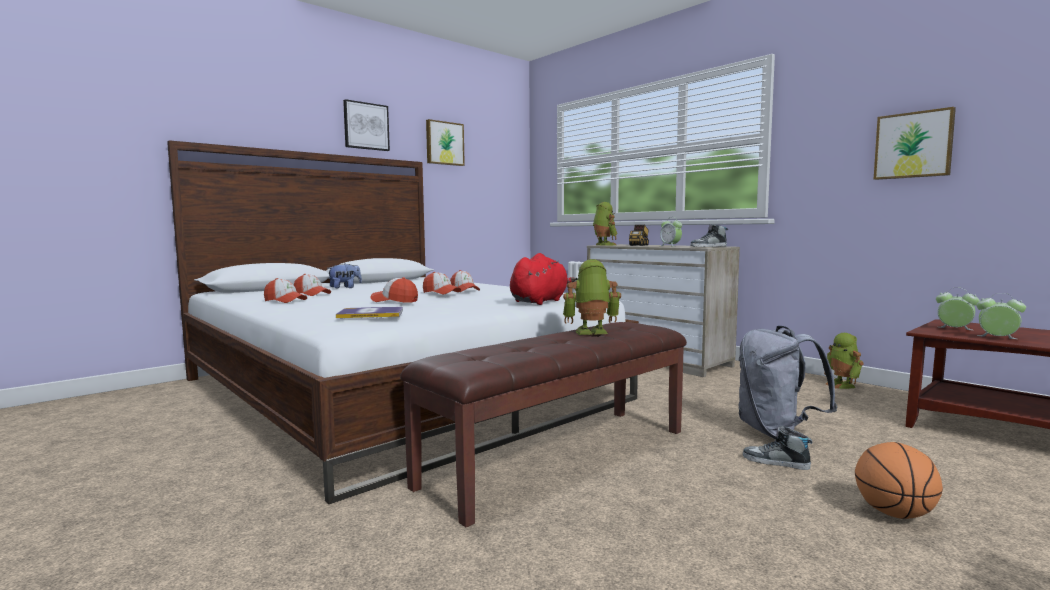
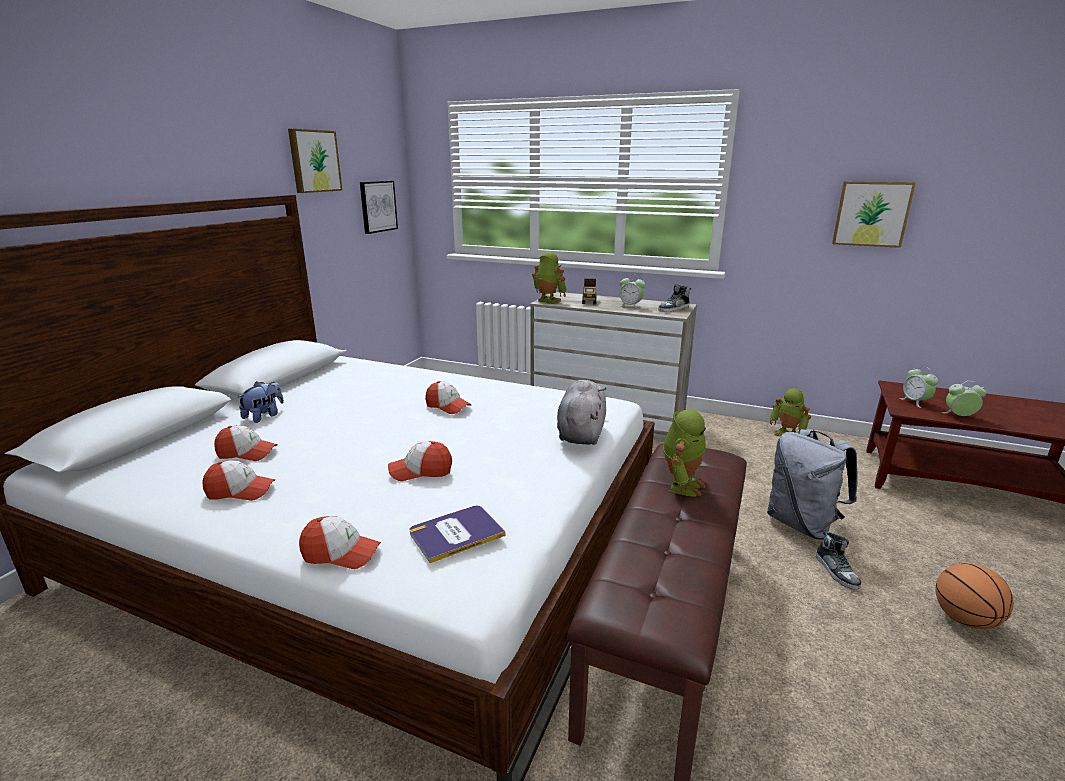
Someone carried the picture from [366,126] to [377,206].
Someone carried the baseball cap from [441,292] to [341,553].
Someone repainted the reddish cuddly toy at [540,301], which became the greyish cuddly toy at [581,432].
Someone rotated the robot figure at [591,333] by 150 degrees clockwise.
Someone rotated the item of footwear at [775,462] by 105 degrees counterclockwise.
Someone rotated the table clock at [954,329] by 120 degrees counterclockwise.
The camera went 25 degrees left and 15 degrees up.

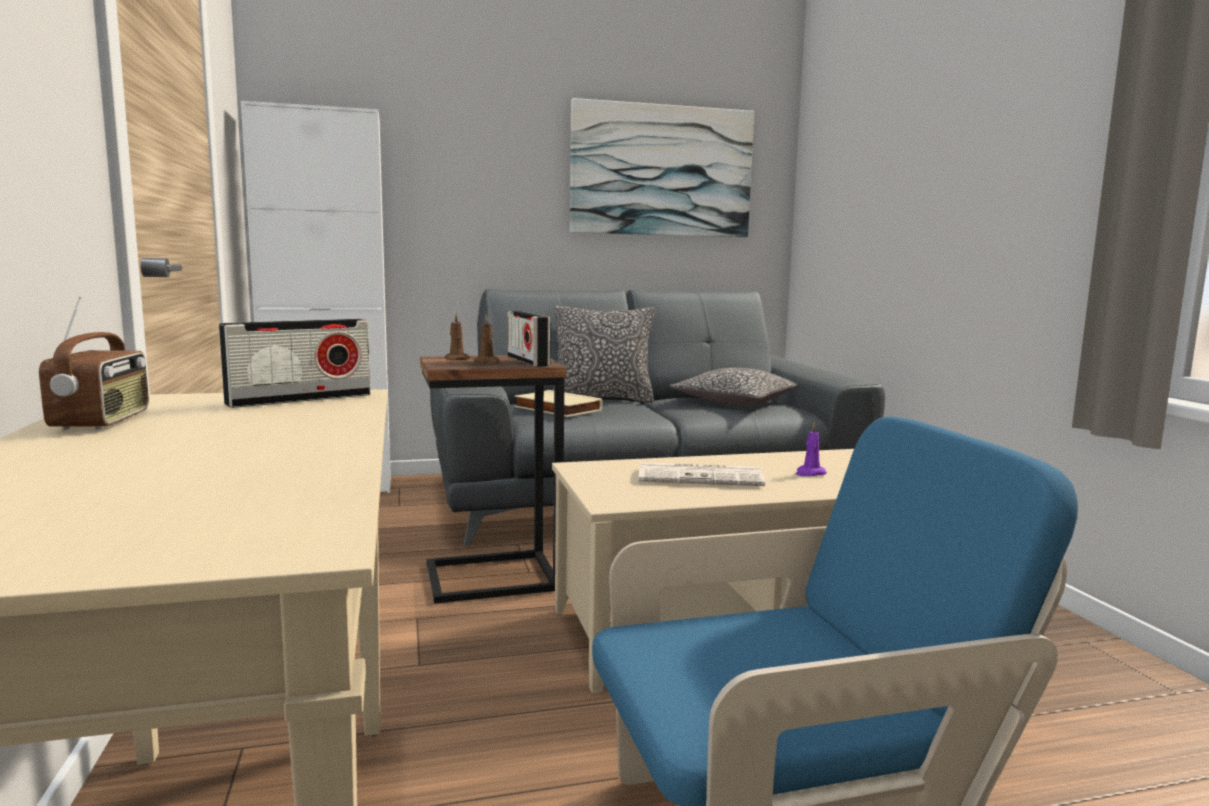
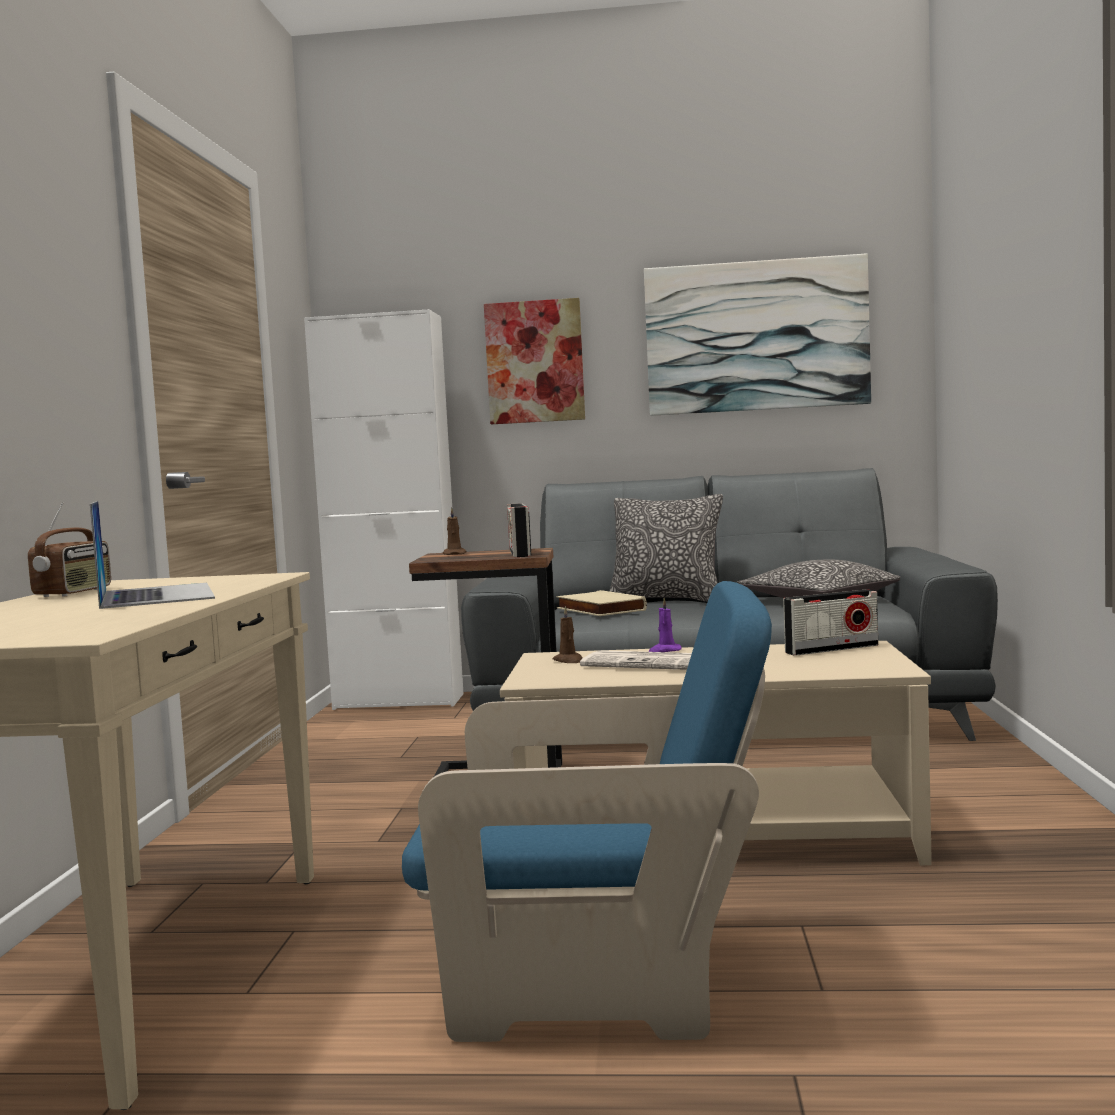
Someone carried the radio from [300,399] to [831,649].
Someone carried the brown-coloured candle from [487,362] to [568,661].
Someone carried the purplish candle from [809,473] to [664,651].
Someone put down the portable computer at [156,595].
Someone put up the picture at [535,362].
The camera went 20 degrees right and 5 degrees down.

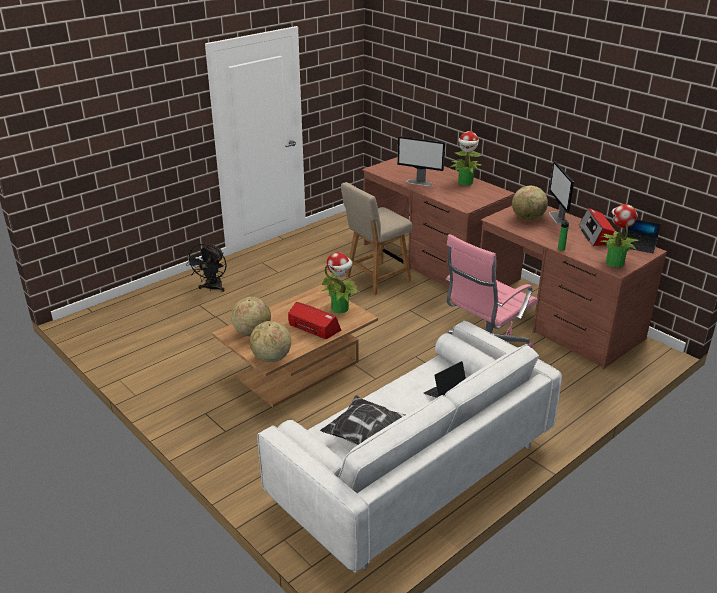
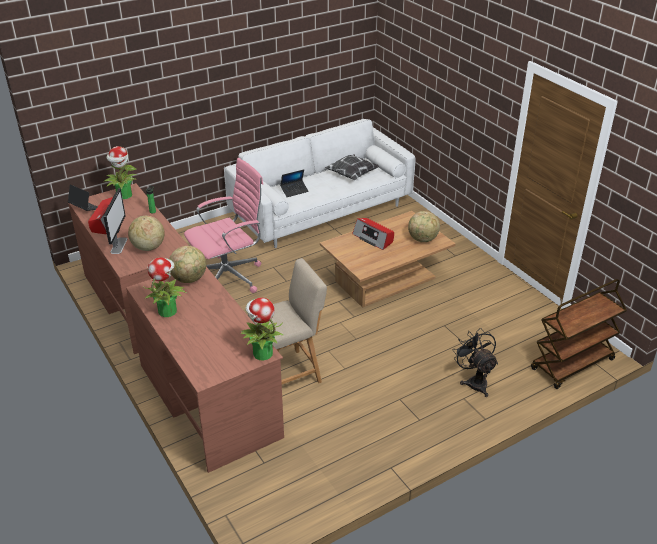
Someone rotated the blackish cooling fan at [212,288] by 45 degrees counterclockwise.
Someone carried the desk globe from [271,358] to [189,279].
Someone carried the plant in a pot from [340,308] to [262,353].
Someone took away the monitor at [419,183].
Someone put down the brown-coloured wheeled cart at [572,365].
The camera went 170 degrees left and 5 degrees up.

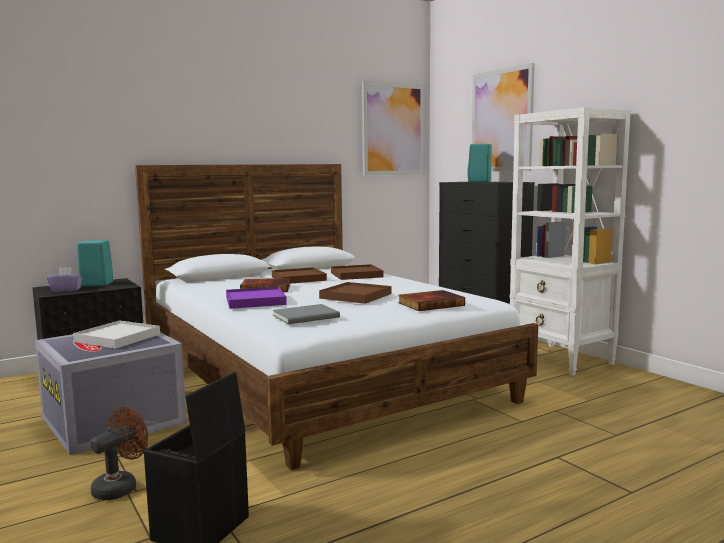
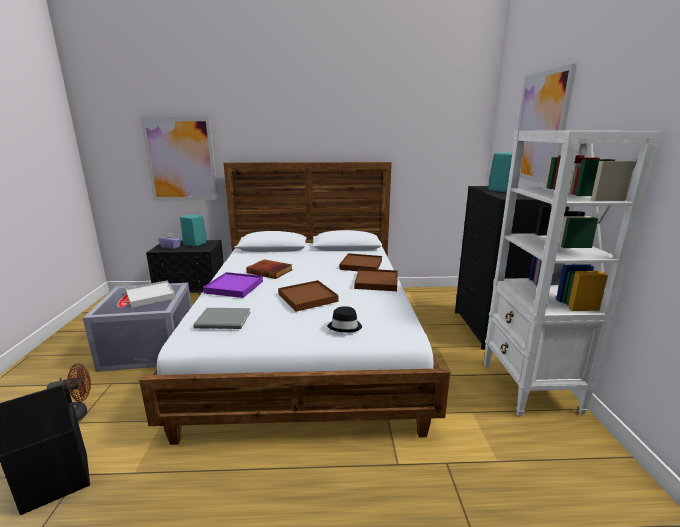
Someone carried the brown-coloured tray from [298,278] to [376,282].
Someone carried the picture from [393,129] to [181,160].
Someone swapped the volume at [431,304] for the blackish hat at [345,326].
The camera went 30 degrees right and 10 degrees up.

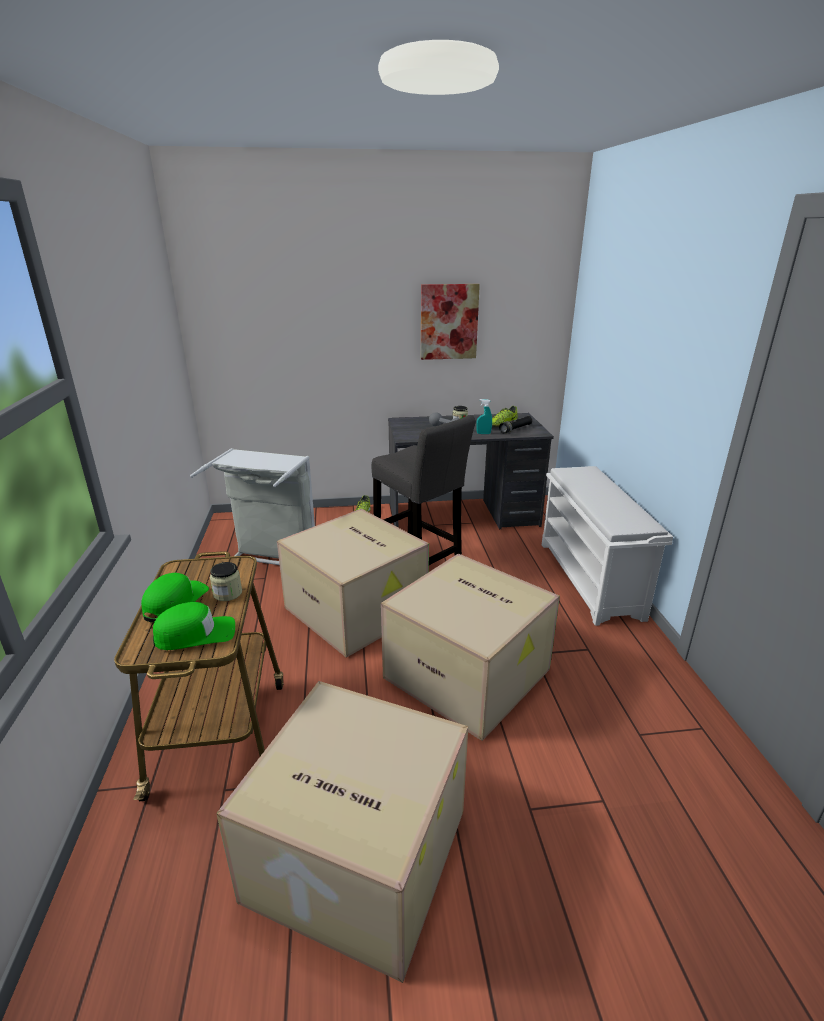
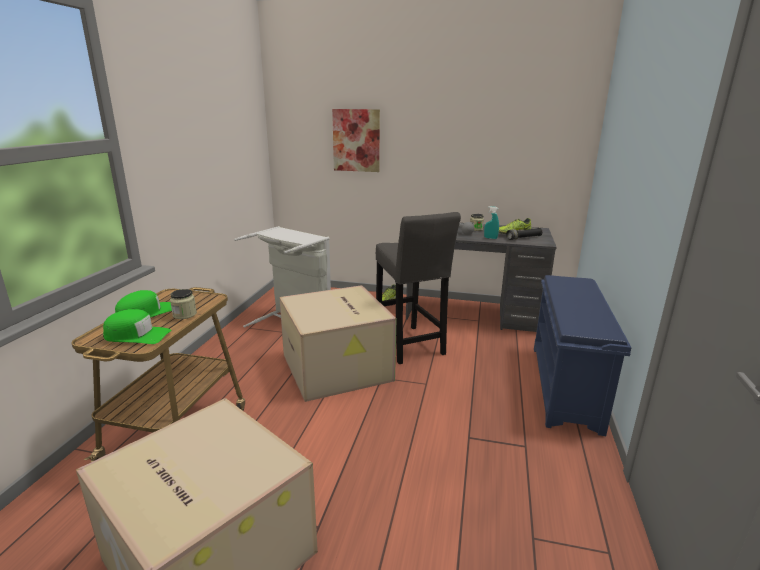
Someone took away the packing box at [469,673].
Someone carried the picture from [449,322] to [356,140].
Someone repainted the white-coloured shoe stand at [590,579], which became the bluish shoe stand at [566,387].
The camera went 20 degrees right and 5 degrees down.

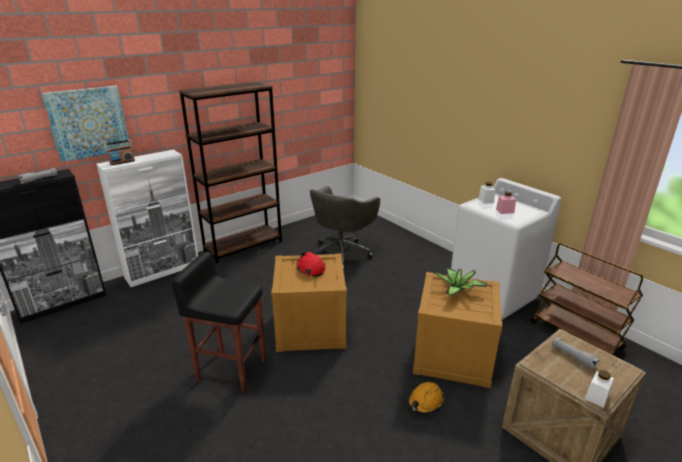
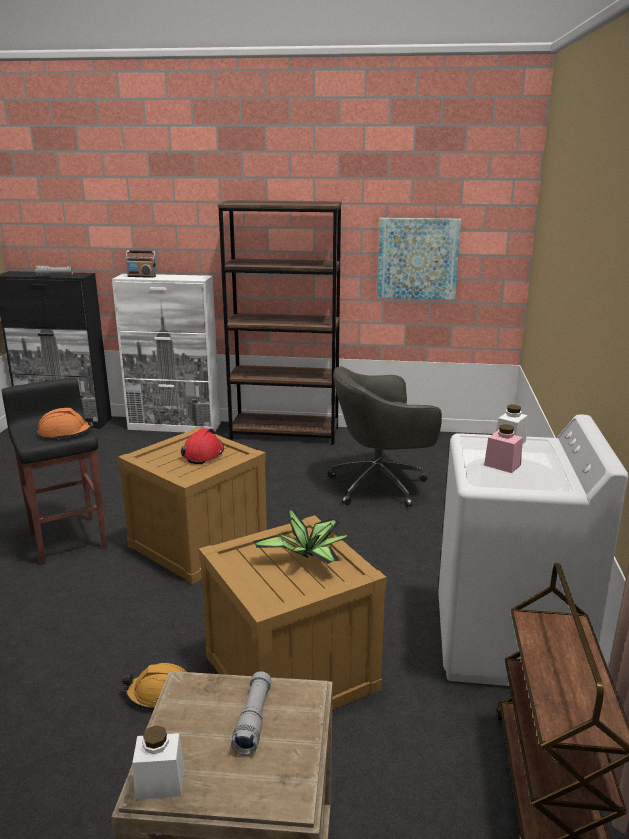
Someone carried the picture from [88,123] to [417,258].
Someone put down the orangey hard hat at [65,433].
The camera went 45 degrees right and 5 degrees down.

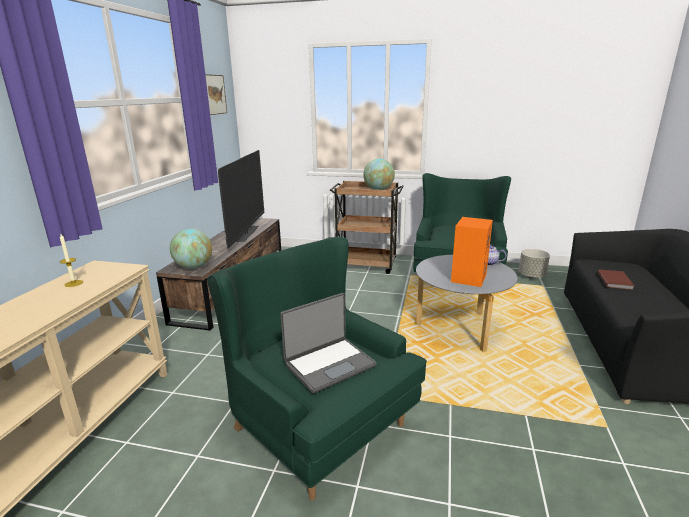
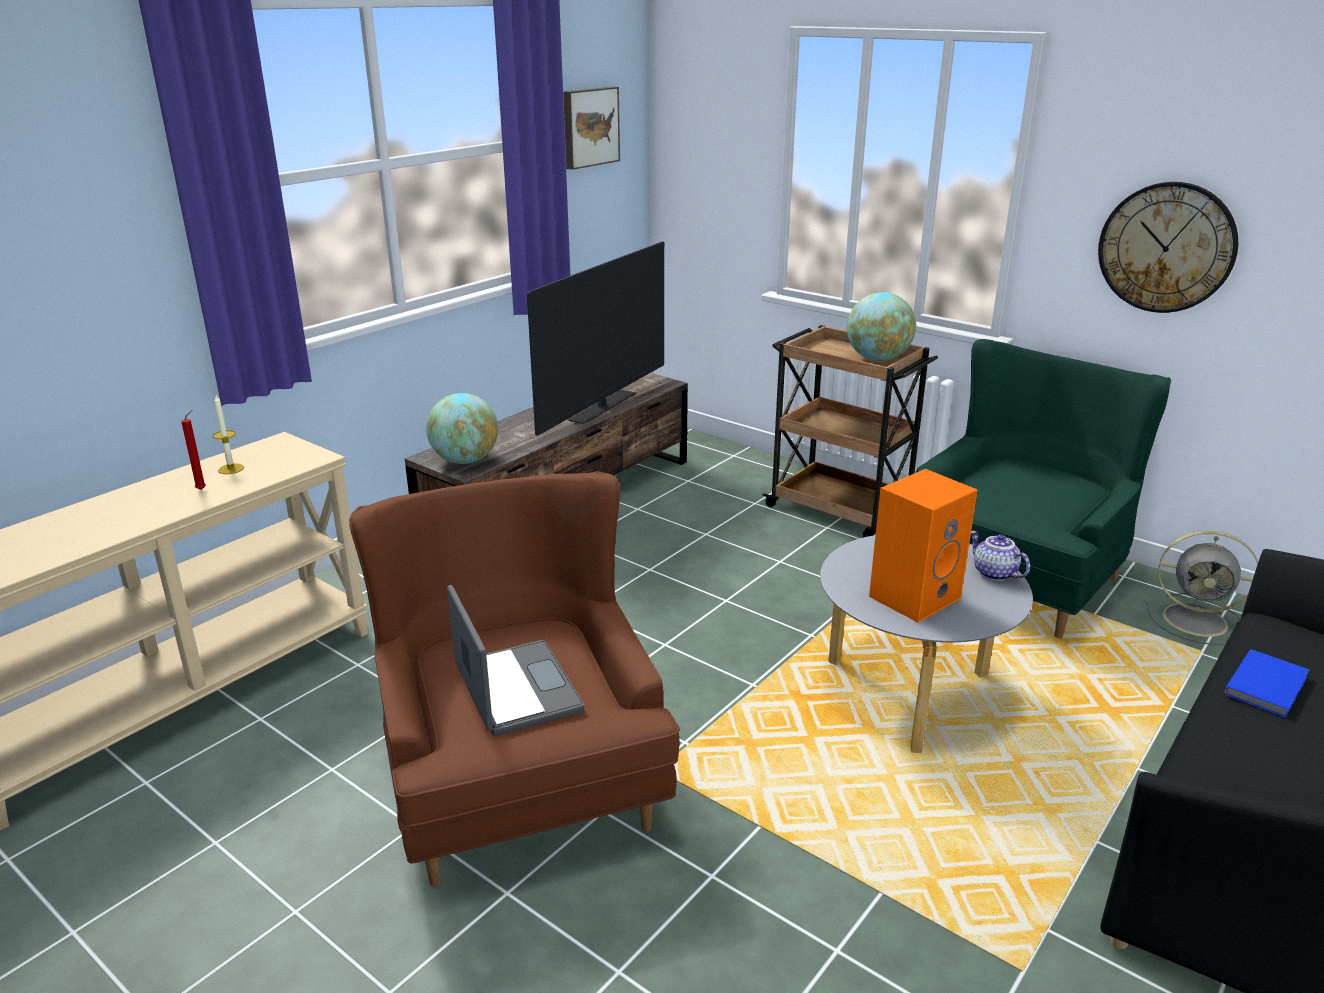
Someone repainted the green lounge chair at [316,423], which became the brown-coloured lounge chair at [520,780].
Someone rotated the portable computer at [329,364] by 105 degrees counterclockwise.
Someone swapped the greyish plant pot at [531,276] for the greyish cooling fan at [1198,621].
Someone repainted the brown-coloured volume at [615,281], which became the bluish volume at [1268,686].
Someone put down the reddish candle at [203,489].
Someone put up the clock on the wall at [1166,247].
The camera went 25 degrees right and 5 degrees up.

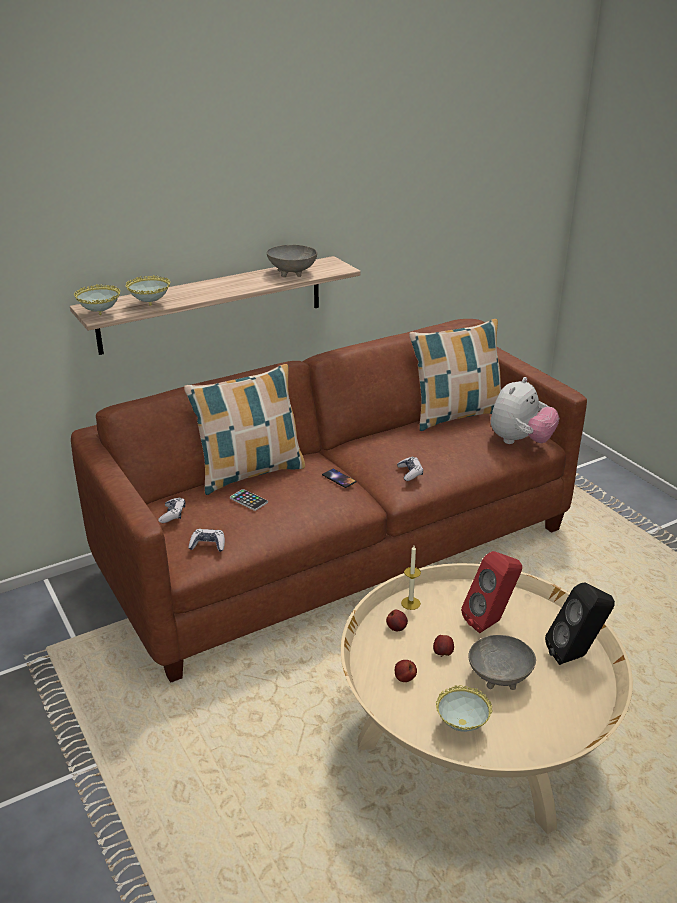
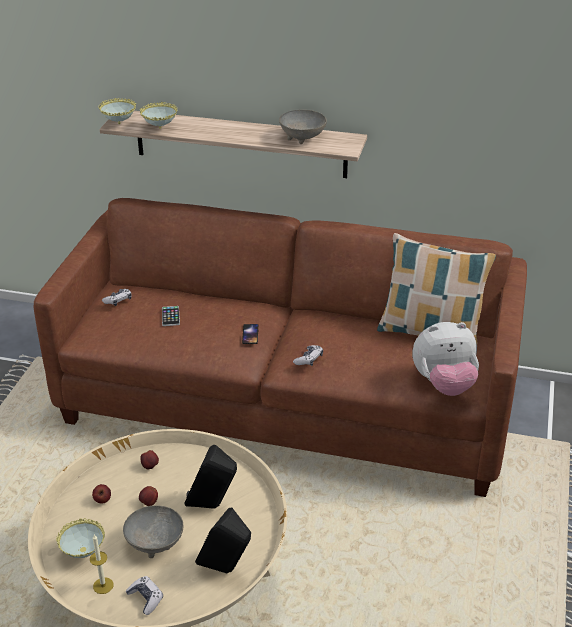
Someone took away the cushion at [250,473].
Someone carried the game controller from [208,545] to [146,598].
Someone carried the candle from [410,603] to [103,585].
Someone repainted the reddish audio speaker at [490,622], which became the blackish audio speaker at [213,506].
The camera went 45 degrees right and 5 degrees up.

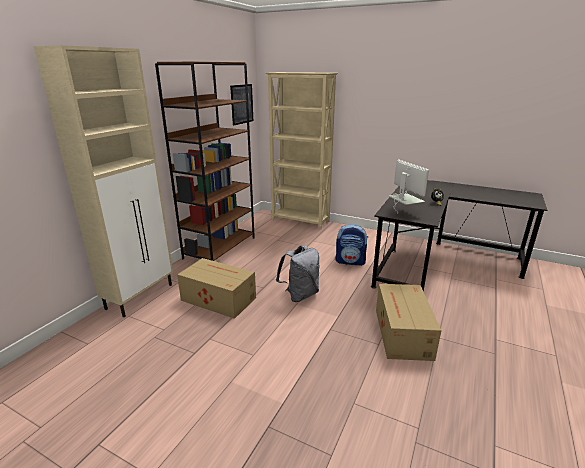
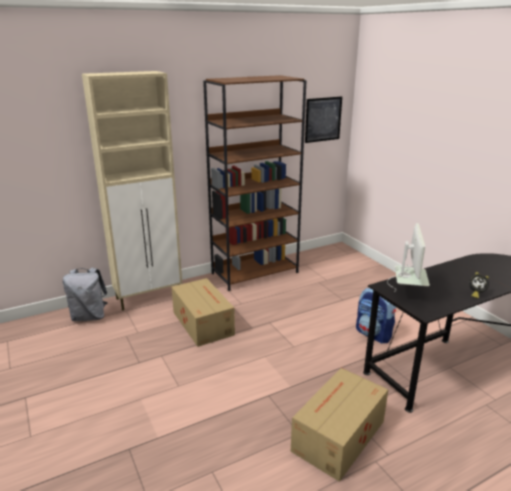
Someone took away the beige-coloured shelving unit at [300,221].
Someone carried the greyish rucksack from [300,295] to [89,316].
The camera went 35 degrees right and 0 degrees up.

